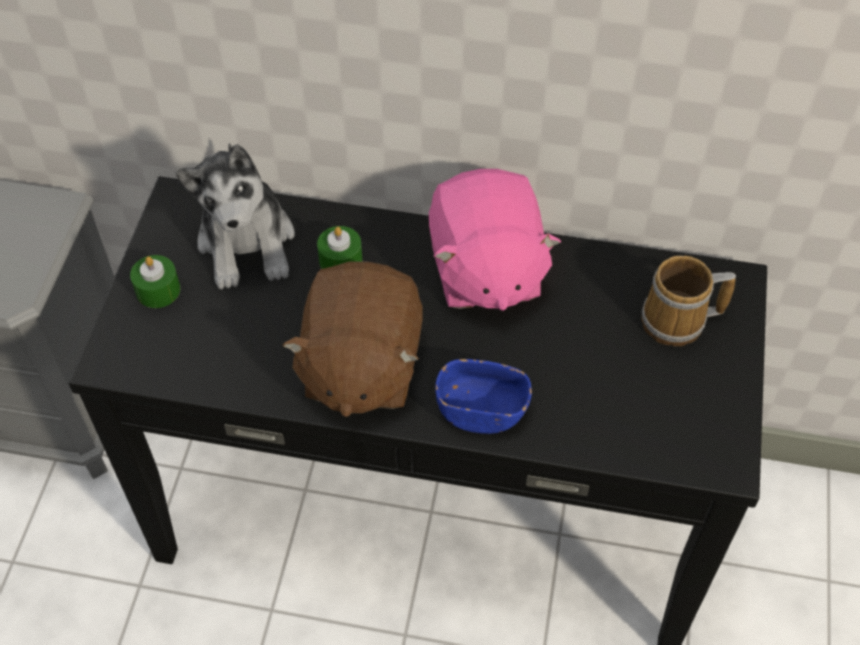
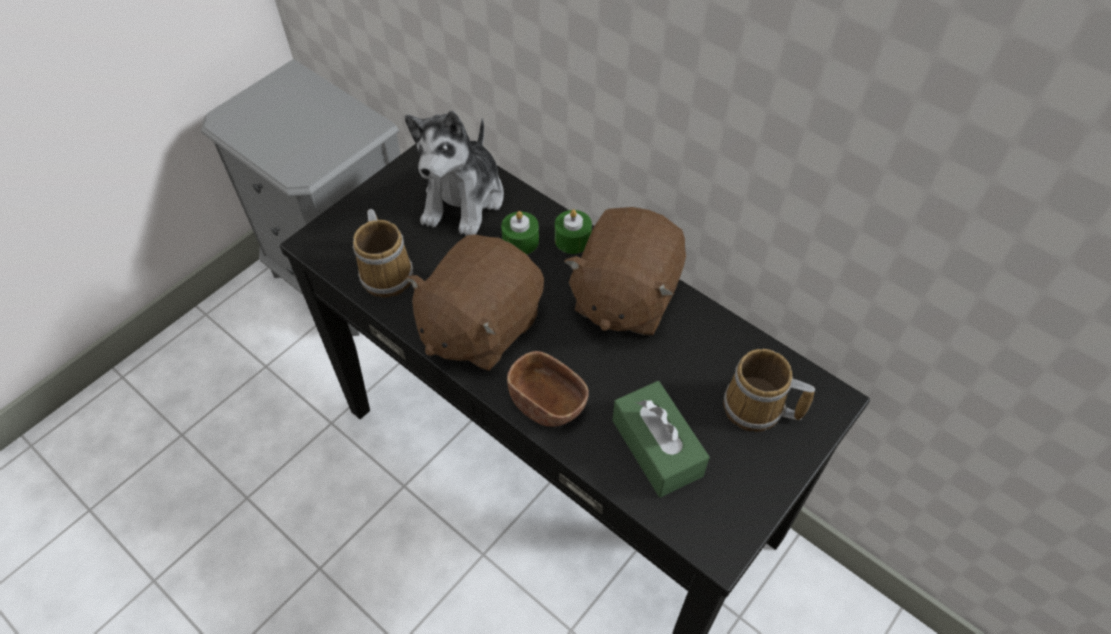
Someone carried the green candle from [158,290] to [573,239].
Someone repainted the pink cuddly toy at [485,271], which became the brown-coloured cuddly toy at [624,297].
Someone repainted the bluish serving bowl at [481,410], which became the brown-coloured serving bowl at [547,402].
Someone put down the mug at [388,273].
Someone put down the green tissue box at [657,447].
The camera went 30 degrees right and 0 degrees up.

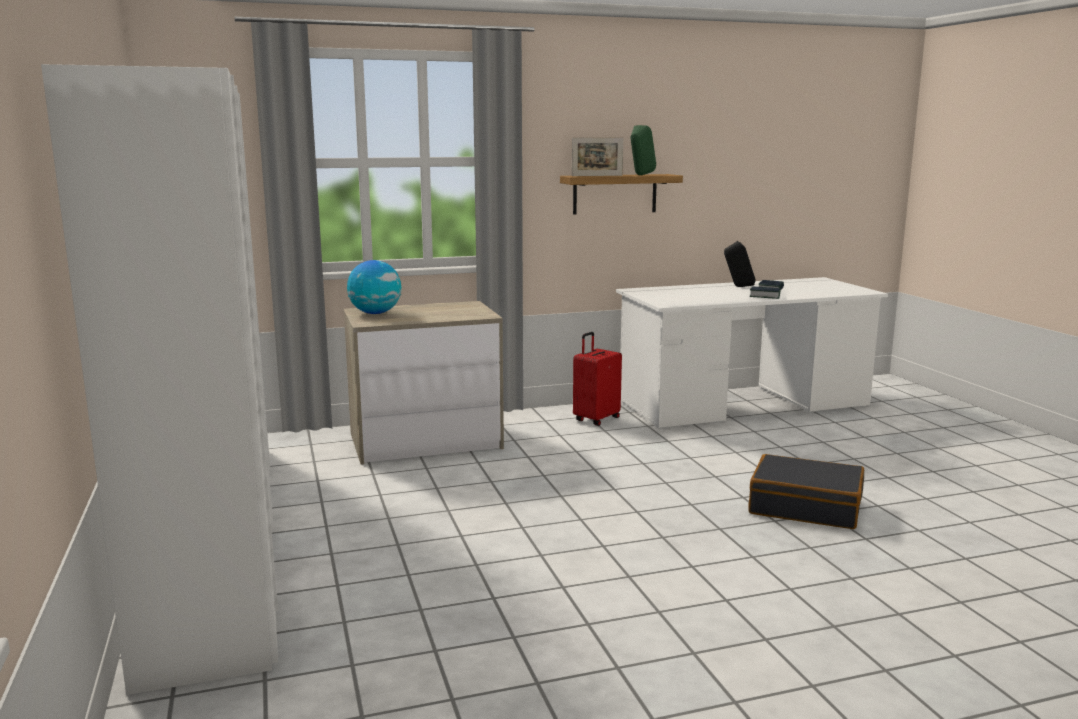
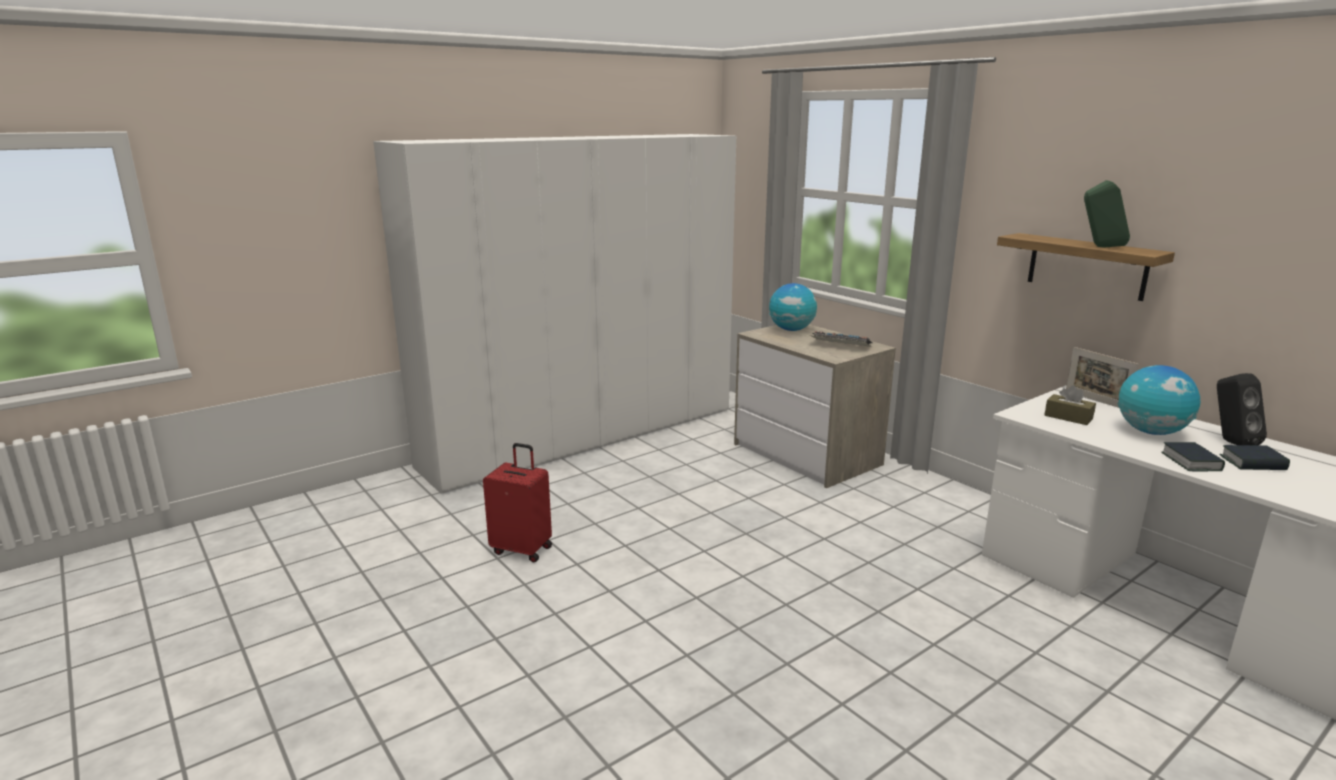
Someone carried the photo frame from [597,175] to [1096,400].
Someone carried the reddish travel case from [596,419] to [522,549].
Someone took away the blackish travel case at [805,507].
Someone put down the keyboard at [839,346].
Someone put down the brown-coloured tissue box at [1068,417].
Someone put down the desk globe at [1151,432].
The camera went 70 degrees right and 5 degrees up.

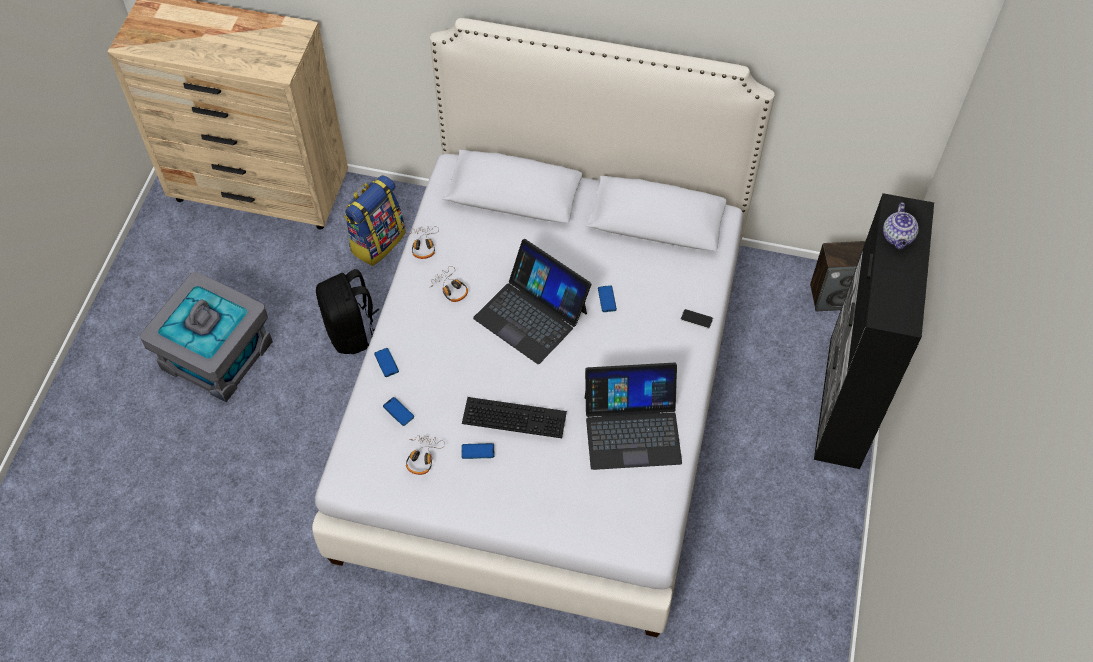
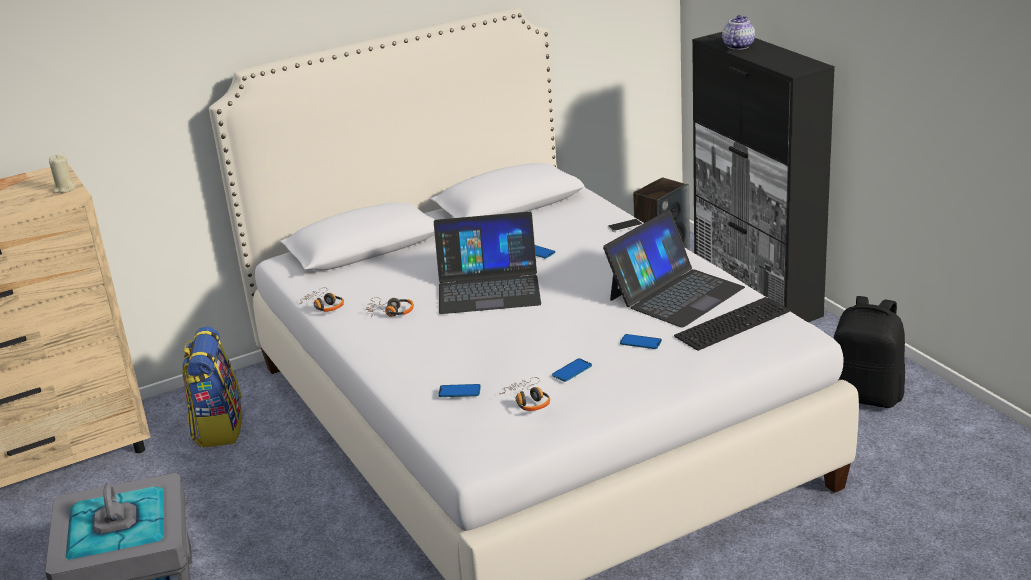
Someone carried the blackish rucksack from [352,332] to [866,395].
Someone carried the handset from [386,363] to [640,342].
Someone carried the keyboard from [515,416] to [732,322].
Someone rotated the teapot at [898,237] by 120 degrees counterclockwise.
Someone put down the beige-coloured candle at [64,189].
The camera went 40 degrees left and 30 degrees down.

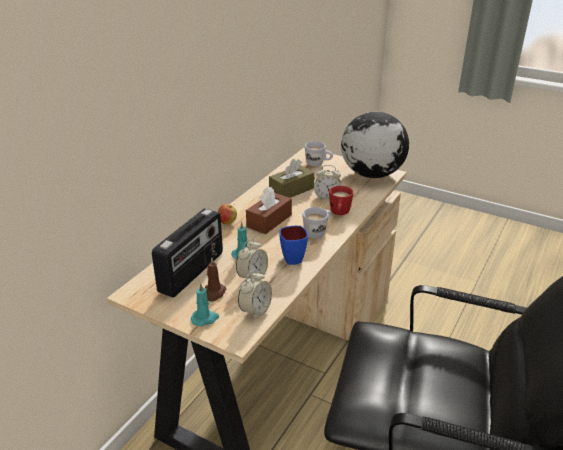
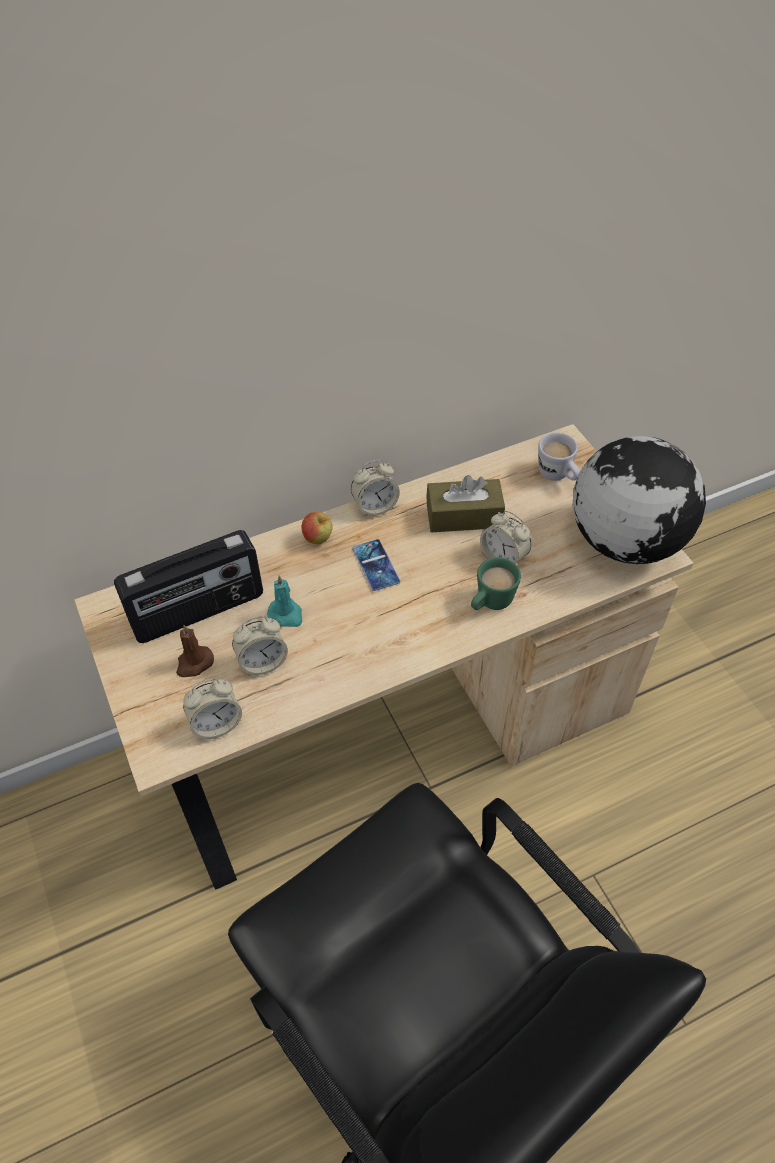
Someone took away the turquoise-coloured candle at [205,318].
Someone swapped the brown-coloured tissue box at [269,221] for the handset at [376,565].
Someone took away the bluish mug at [291,257].
Someone took away the white-coloured mug at [318,232].
Someone repainted the reddish mug at [339,214], which became the green mug at [490,603].
Someone put down the table clock at [375,506].
The camera went 35 degrees right and 20 degrees up.

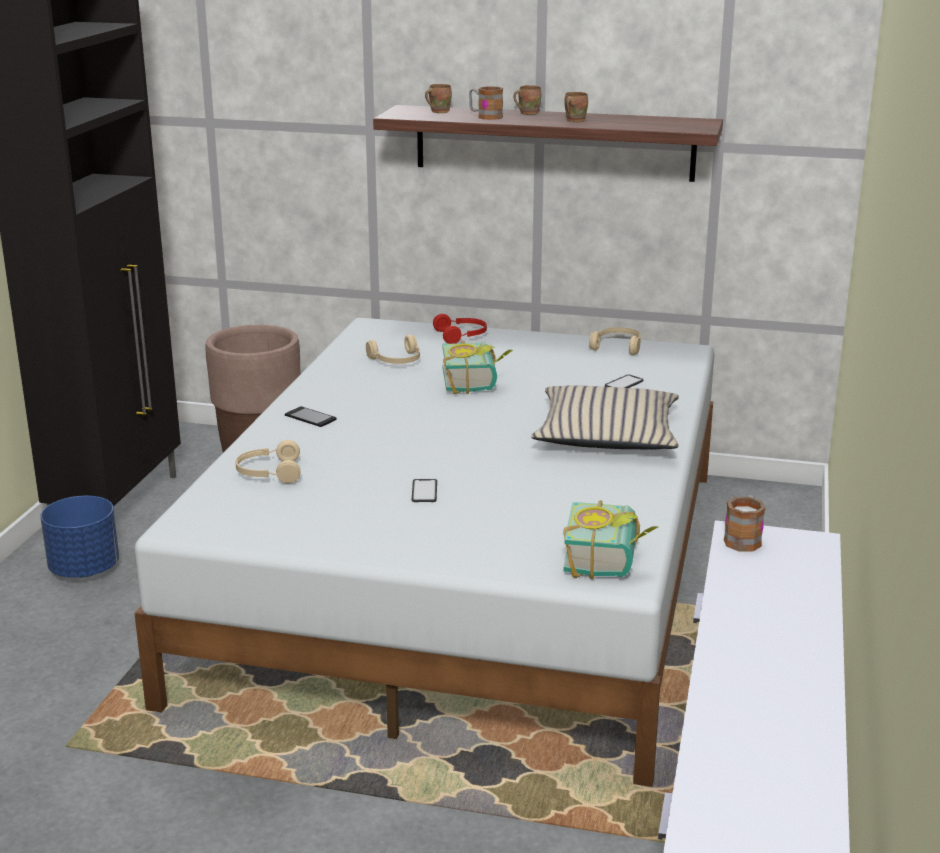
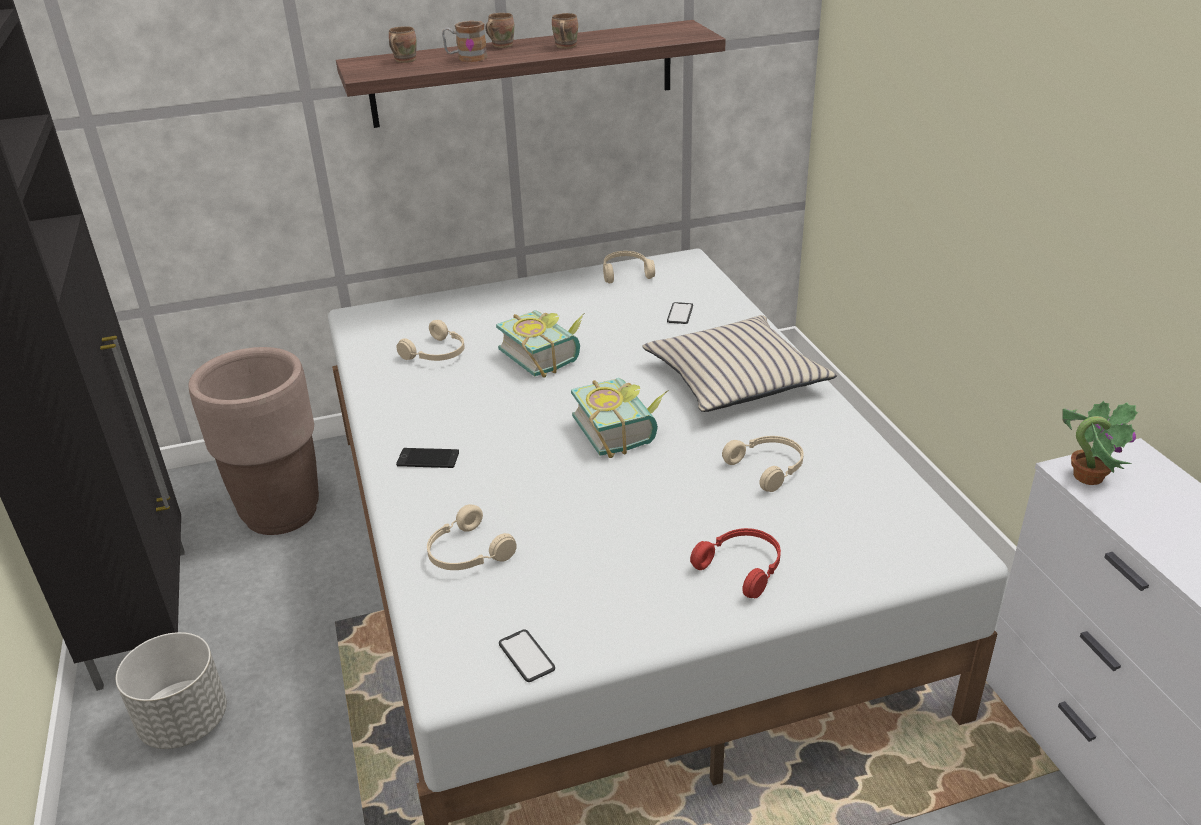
Someone repainted the bluish plant pot at [85,569], which became the greyish plant pot at [185,721].
Someone carried the handset from [424,491] to [526,656].
Someone carried the reddish headphones from [462,336] to [742,567].
Someone carried the volume from [610,560] to [622,431].
Someone swapped the mug at [744,538] for the plant in a pot at [1087,476].
Someone put down the beige-coloured headphones at [768,468].
The camera went 30 degrees left and 10 degrees up.

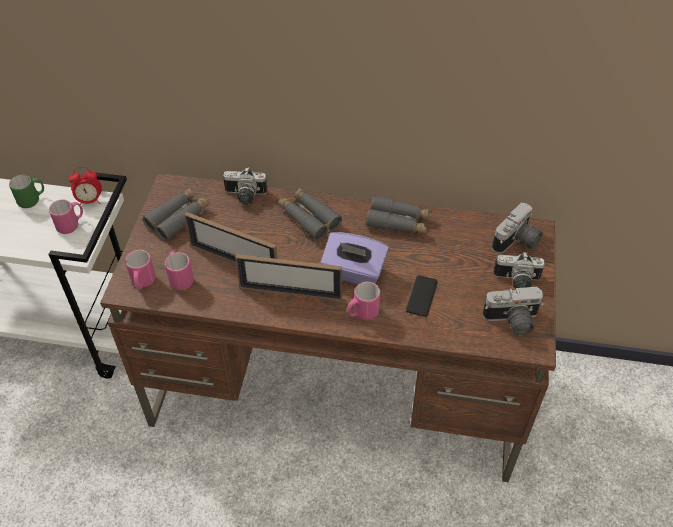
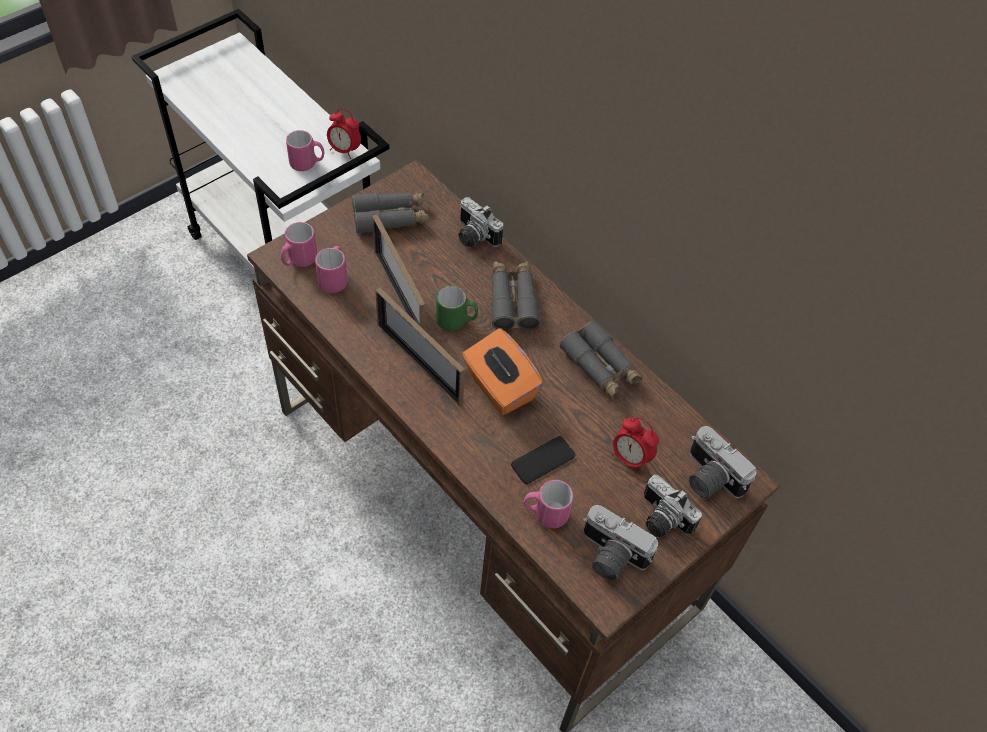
Someone carried the green mug from [32,200] to [456,321].
Someone repainted the purplish tissue box at [353,272], which became the orangey tissue box at [499,387].
Someone carried the pink mug from [362,313] to [545,513].
Someone rotated the photo camera at [517,242] by 60 degrees clockwise.
Someone put down the table clock at [630,458].
The camera went 35 degrees right and 5 degrees up.

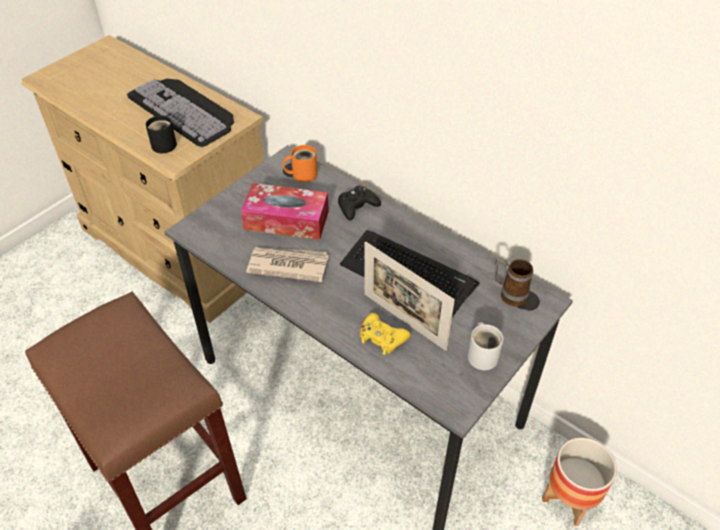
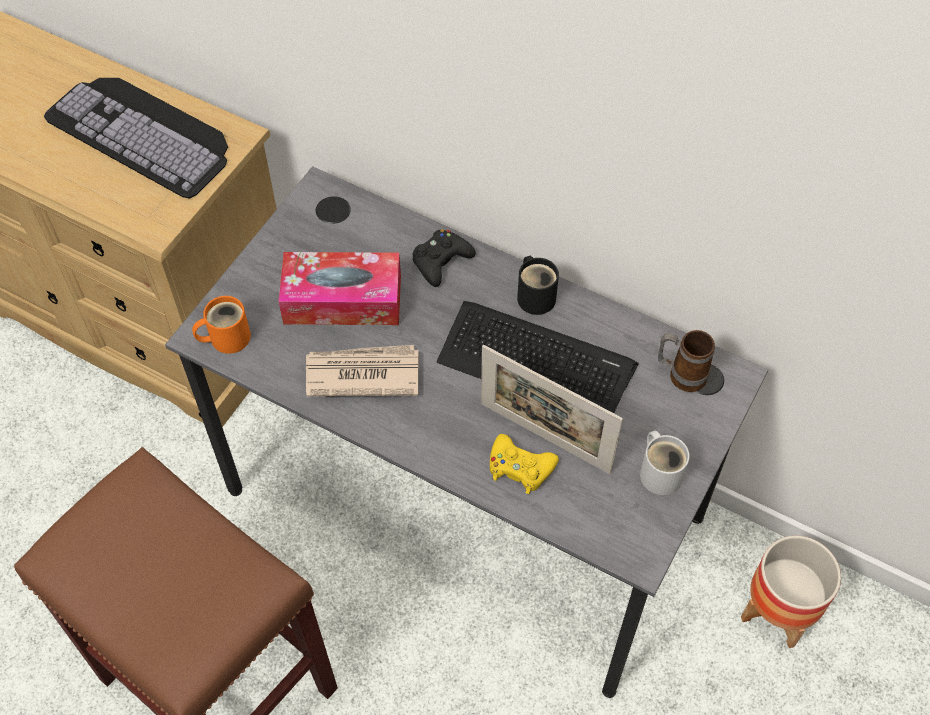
Someone carried the blackish mug from [165,143] to [536,295].
Someone carried the orangey mug from [302,174] to [226,337].
The camera went 10 degrees left and 10 degrees up.

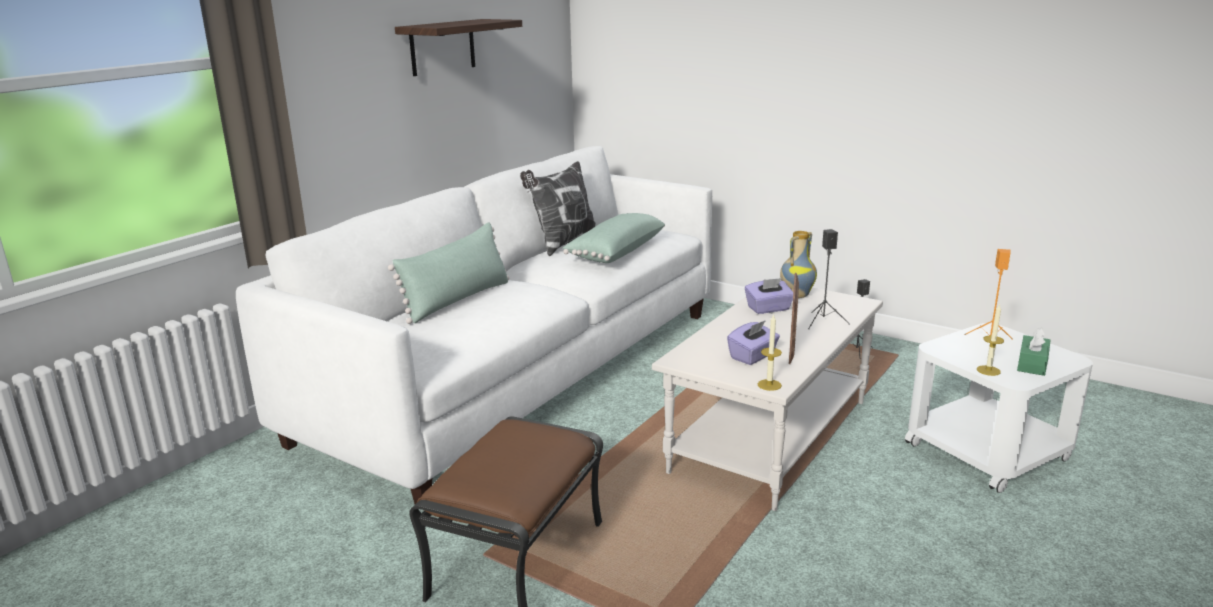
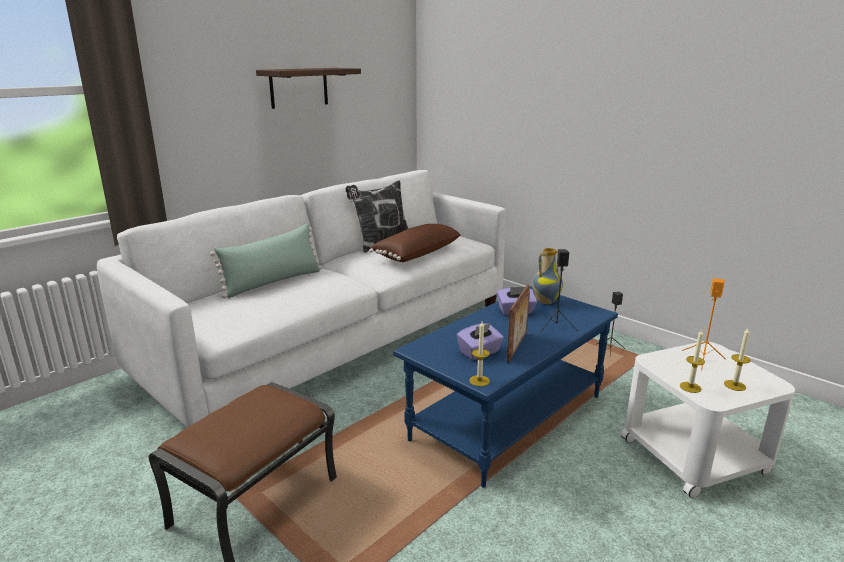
Someone repainted the green cushion at [614,252], which became the brown-coloured cushion at [416,253].
Someone repainted the white-coloured low table at [769,435], which became the bluish low table at [507,416].
Someone swapped the green tissue box at [1032,364] for the candle at [734,385].
The camera went 10 degrees right and 0 degrees up.

